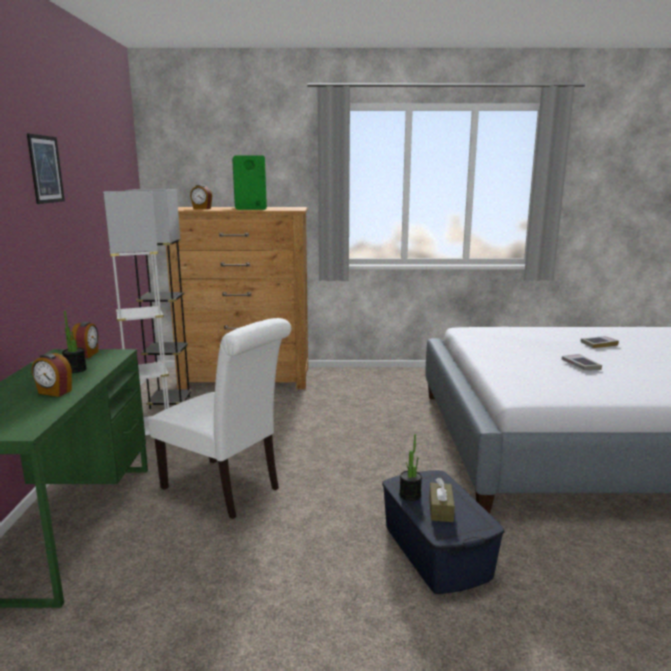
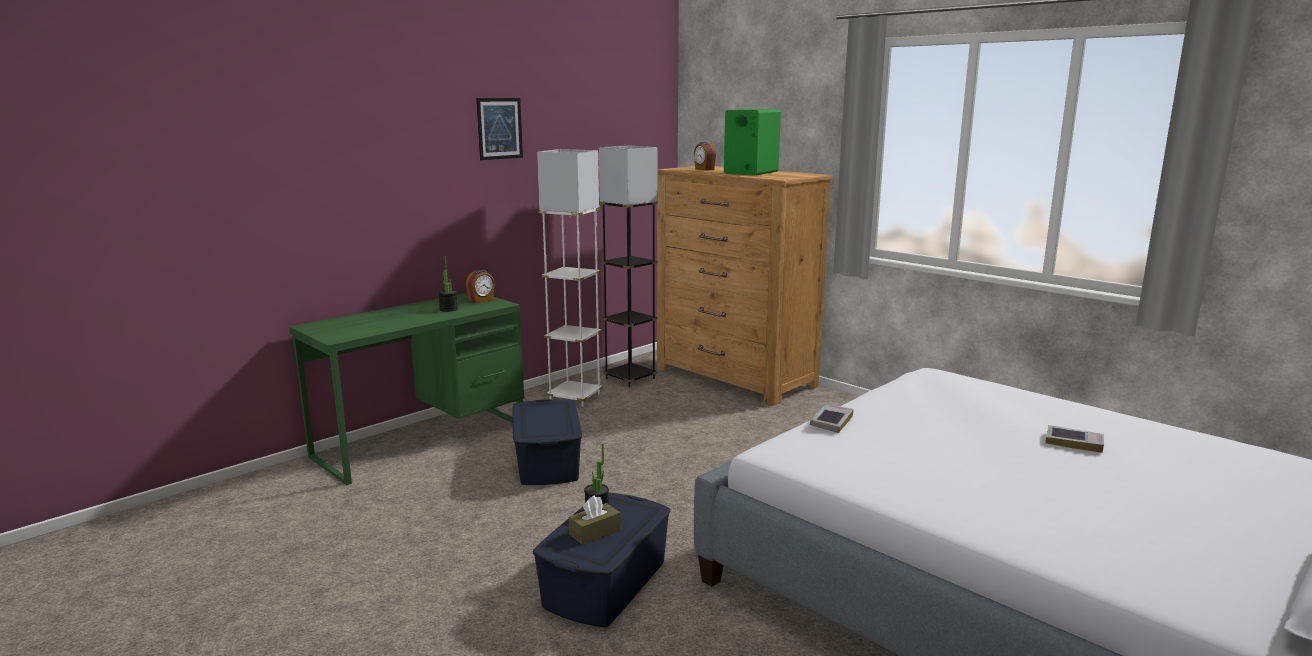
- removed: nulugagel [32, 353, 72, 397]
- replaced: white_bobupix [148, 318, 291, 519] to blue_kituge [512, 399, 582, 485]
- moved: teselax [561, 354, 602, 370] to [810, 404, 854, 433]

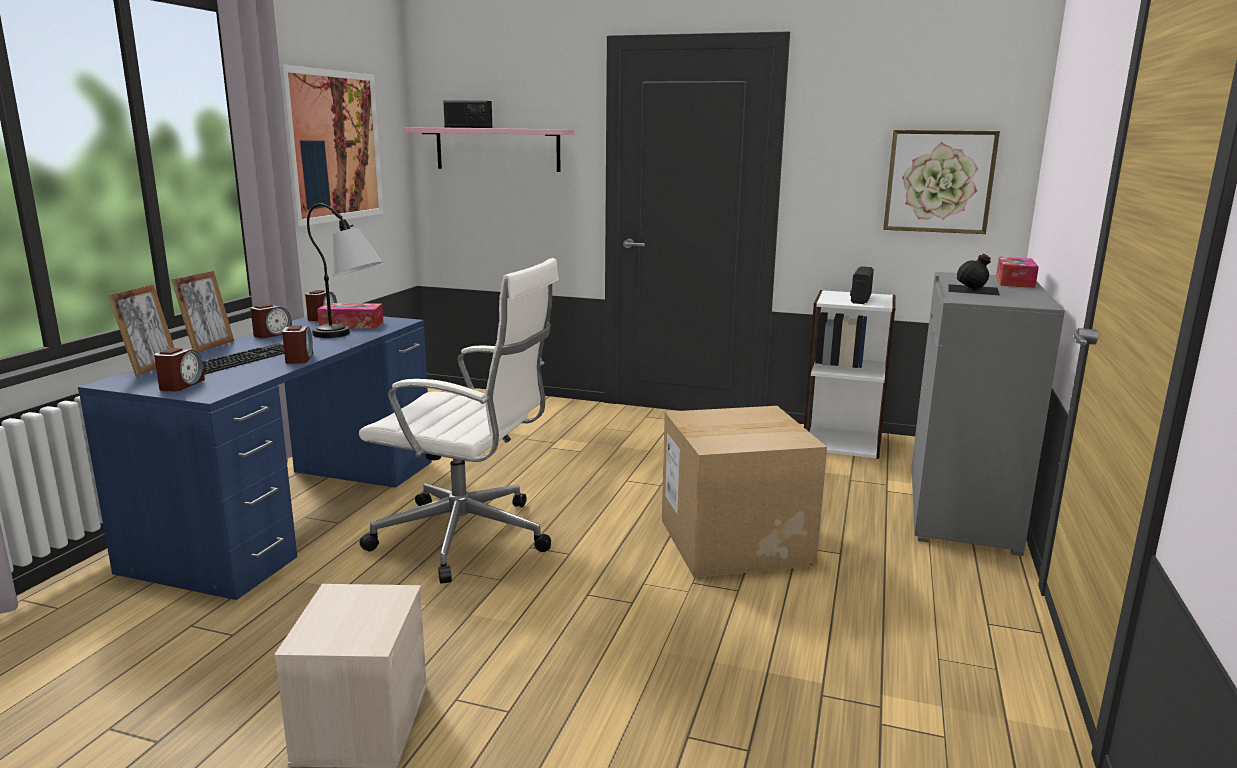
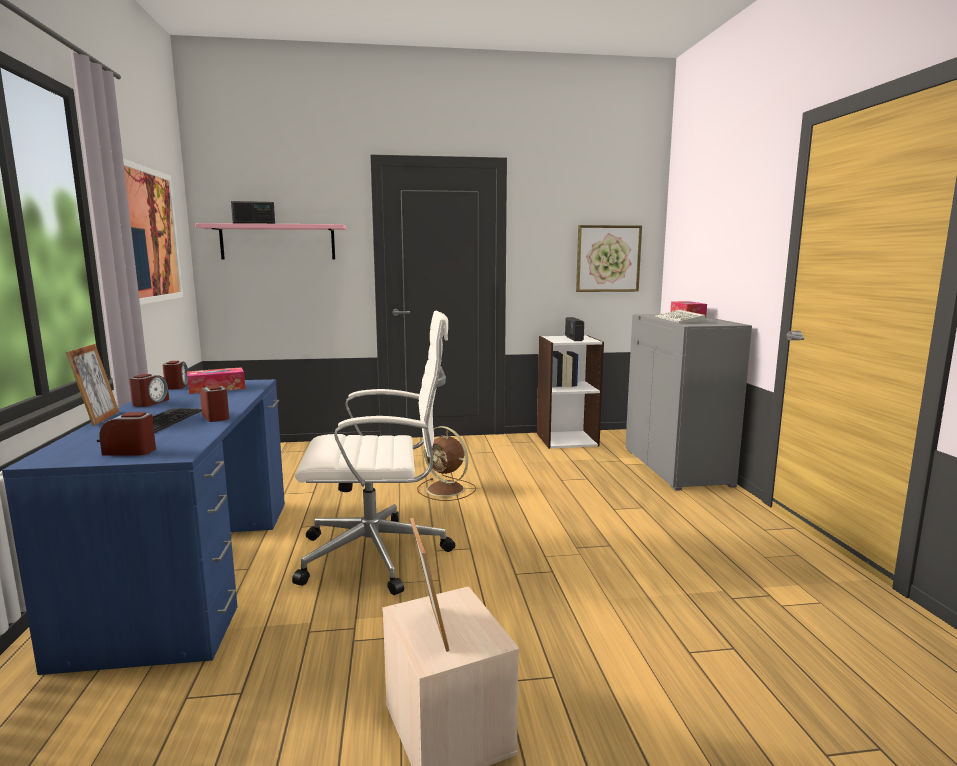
- moved: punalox [108, 284, 175, 376] to [410, 518, 449, 652]
- turned: nulugagel [154, 348, 205, 391] = [99, 412, 156, 456] 75 degrees counterclockwise
- removed: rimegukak [307, 203, 383, 338]
- removed: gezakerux [662, 406, 827, 578]
- replaced: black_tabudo [949, 254, 1000, 295] to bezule [655, 310, 705, 323]
- added: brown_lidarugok [417, 426, 476, 501]

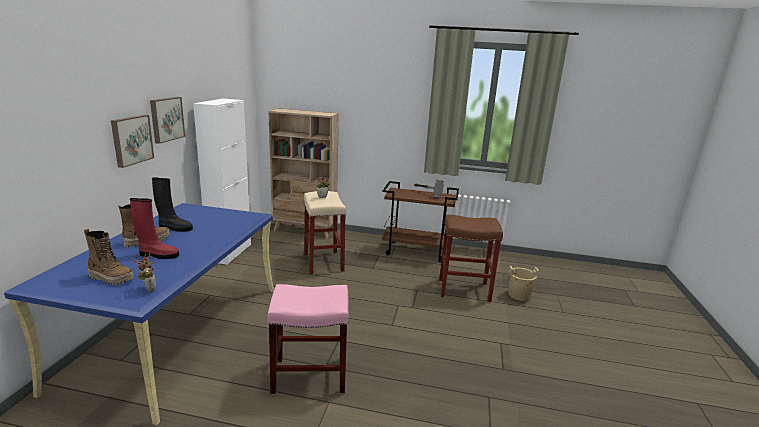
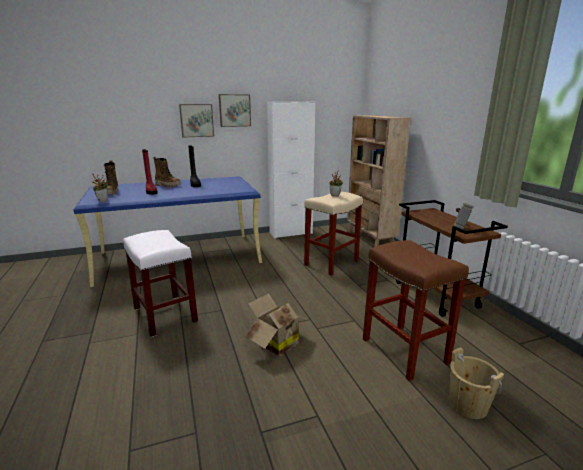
- recoloured: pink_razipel [267, 284, 349, 395] to white_razipel [123, 230, 198, 337]
- added: gezakerux [245, 293, 307, 356]

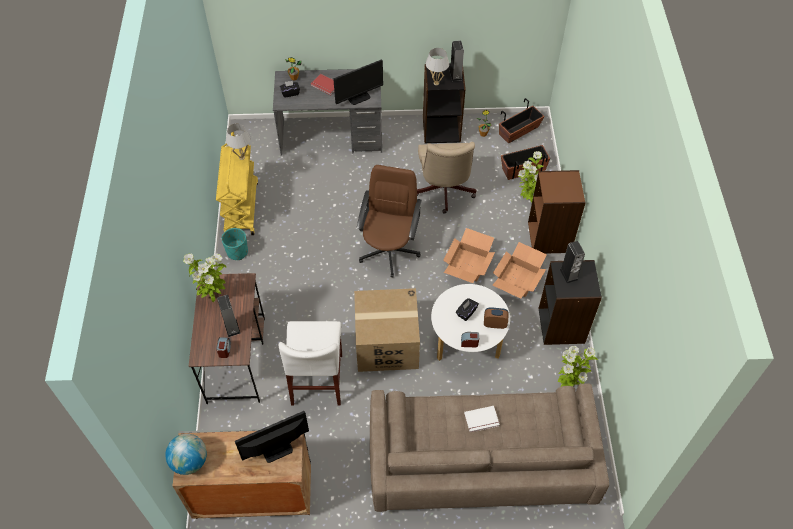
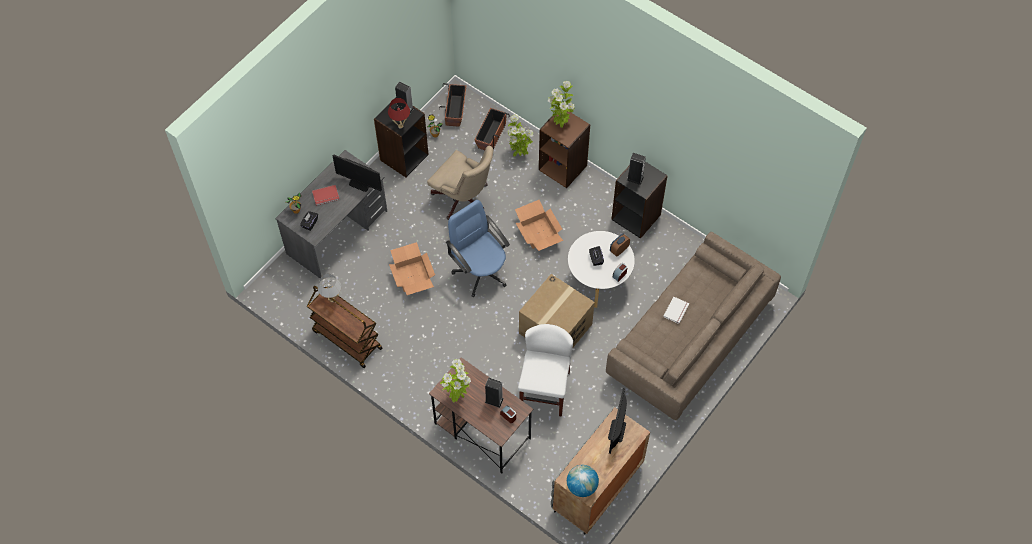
- recoloured: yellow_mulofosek [216, 132, 258, 235] to brown_mulofosek [307, 286, 383, 368]
- removed: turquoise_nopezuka [221, 228, 248, 260]
- turned: white_bobupix [279, 321, 342, 406] = [518, 324, 573, 417] 120 degrees counterclockwise
- turned: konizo [333, 59, 383, 105] = [333, 154, 382, 192] 105 degrees clockwise
- recoloured: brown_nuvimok [357, 165, 422, 278] to blue_nuvimok [446, 200, 510, 297]
- recoloured: white_rimegukak [426, 48, 449, 85] to red_rimegukak [388, 98, 410, 128]
- moved: gezakerux [493, 242, 547, 299] to [389, 242, 435, 295]
- moved: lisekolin [558, 346, 598, 387] to [548, 81, 575, 128]

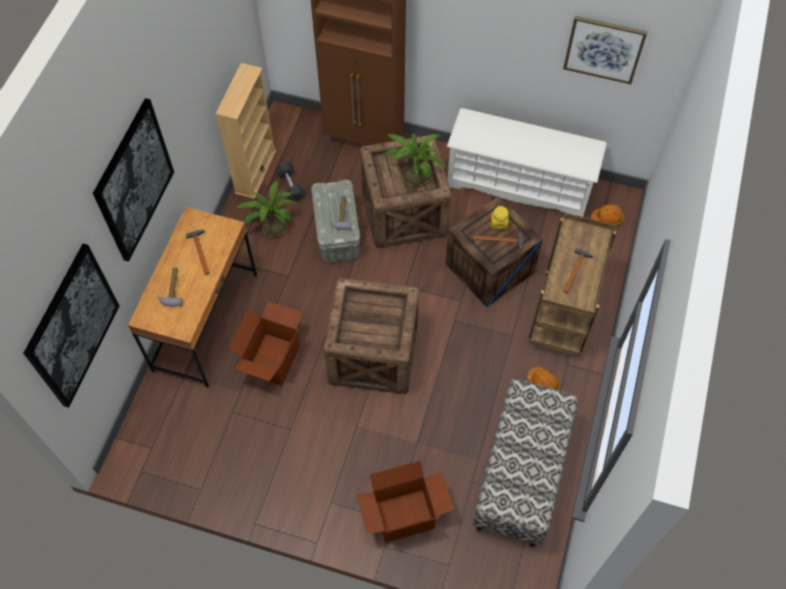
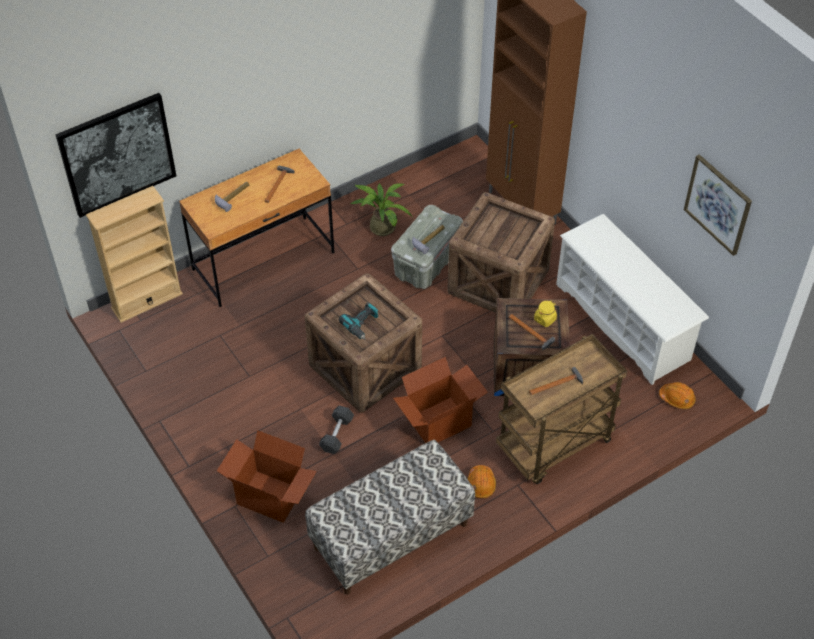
- removed: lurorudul [93, 98, 174, 262]
- moved: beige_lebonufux [215, 63, 276, 199] to [86, 186, 183, 323]
- moved: gezakerux [229, 301, 302, 386] to [393, 357, 488, 443]
- moved: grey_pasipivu [275, 162, 305, 201] to [319, 406, 354, 454]
- removed: lisekolin [383, 133, 448, 187]
- added: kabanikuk [339, 302, 378, 339]

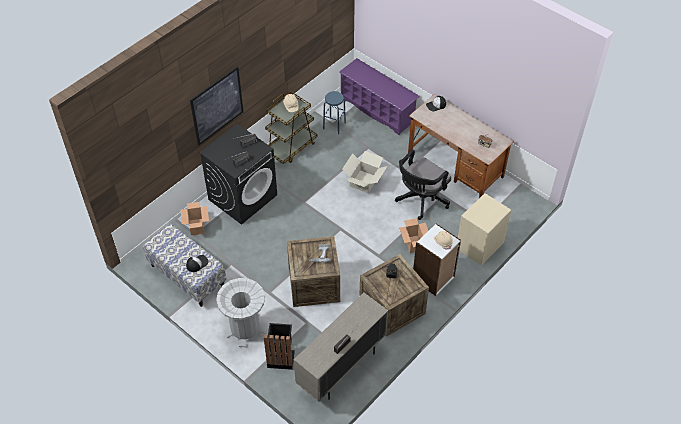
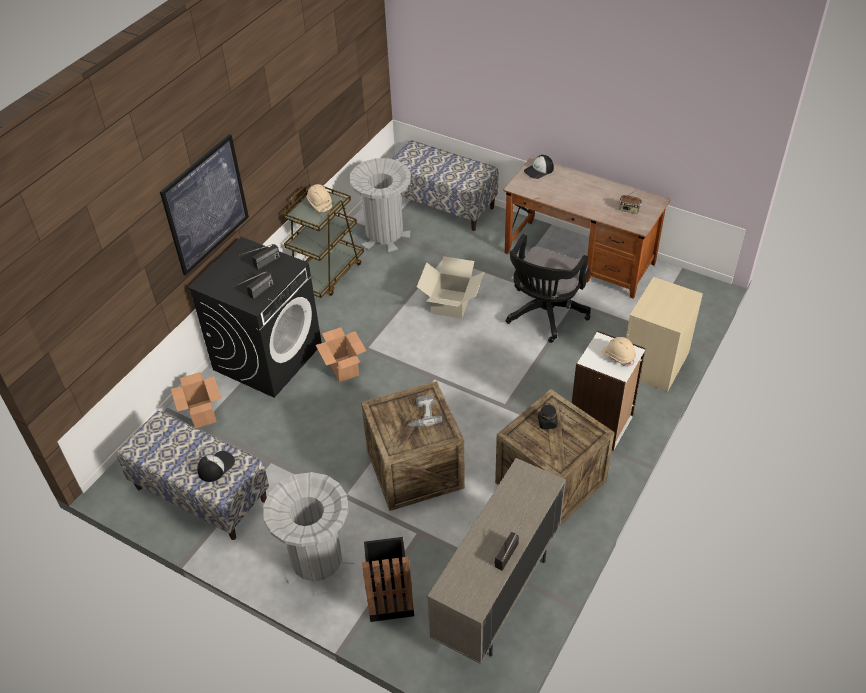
- replaced: blue_razipel [323, 91, 346, 134] to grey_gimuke [349, 158, 411, 252]
- replaced: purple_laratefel [339, 58, 420, 136] to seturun [391, 140, 499, 231]
- moved: gezakerux [399, 218, 428, 253] to [316, 327, 367, 382]

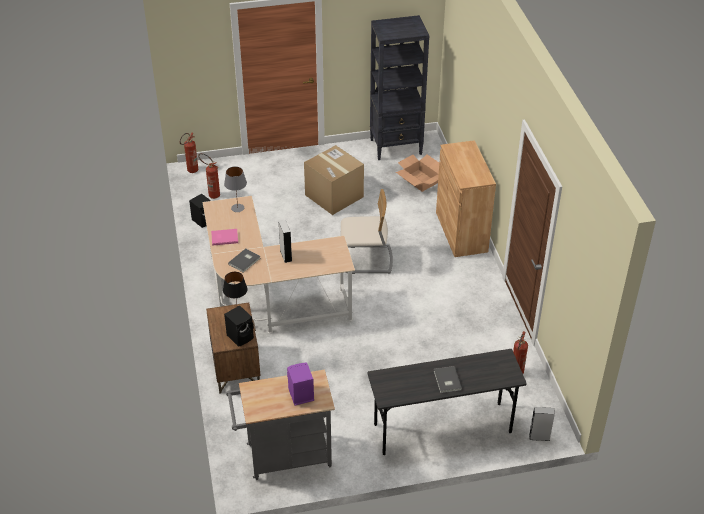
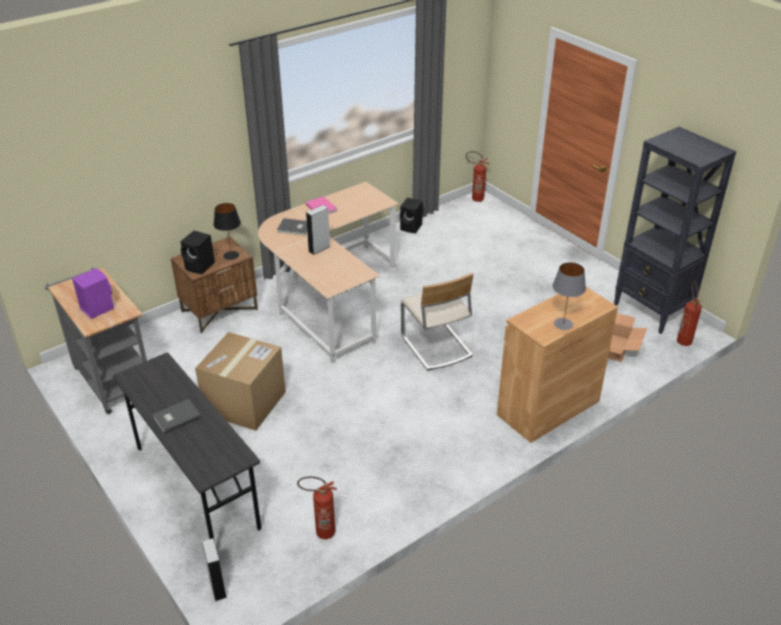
- moved: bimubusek [198, 153, 220, 199] to [677, 280, 702, 346]
- moved: grey_rimegukak [224, 166, 247, 212] to [552, 262, 586, 330]
- moved: gezakerux [304, 145, 364, 215] to [195, 332, 286, 431]

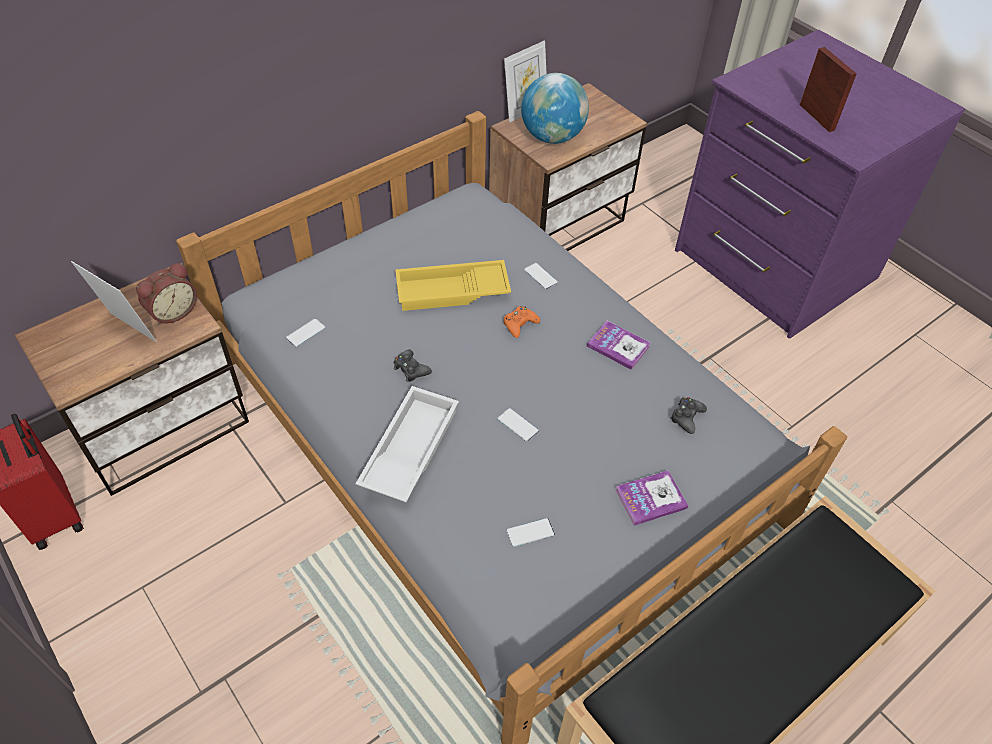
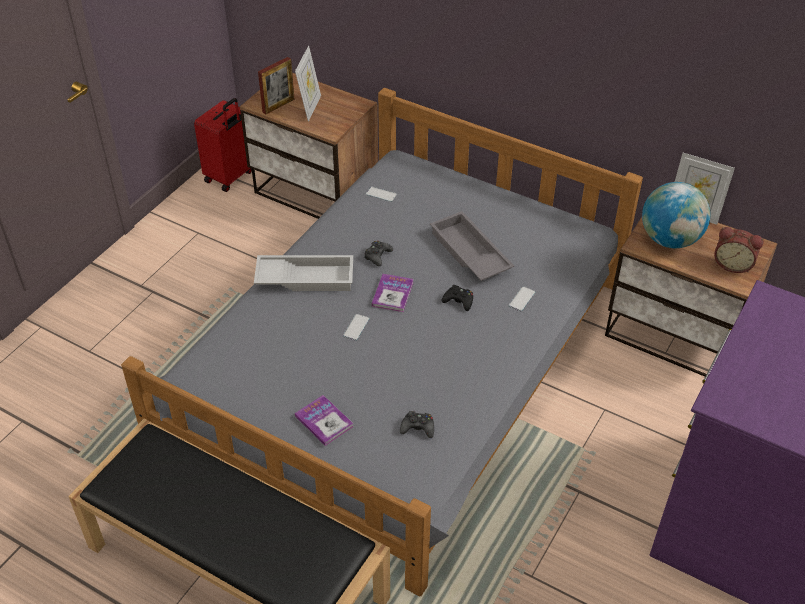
- moved: nulugagel [136, 263, 197, 325] to [714, 227, 764, 273]
- recoloured: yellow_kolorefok [395, 260, 511, 311] to grey_kolorefok [430, 211, 514, 281]
- recoloured: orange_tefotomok [504, 306, 540, 338] to black_tefotomok [442, 285, 473, 311]
- removed: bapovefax [506, 518, 555, 547]
- moved: teselax [587, 321, 650, 370] to [372, 274, 414, 312]
- moved: punalox [800, 47, 857, 132] to [258, 57, 295, 115]

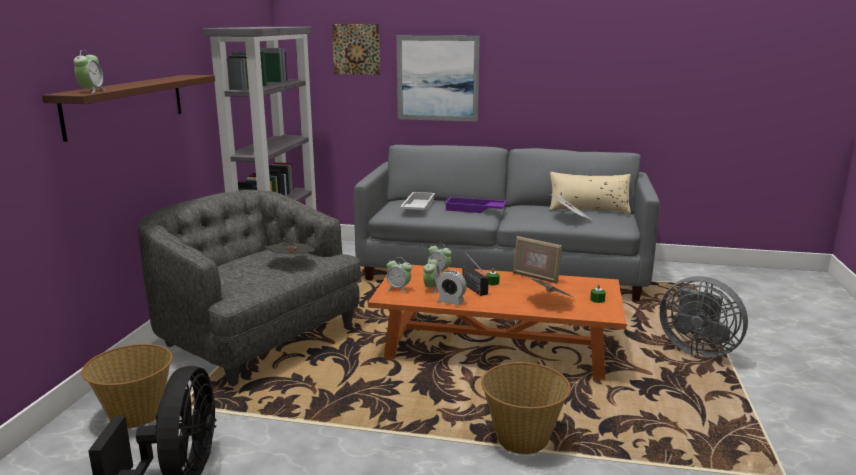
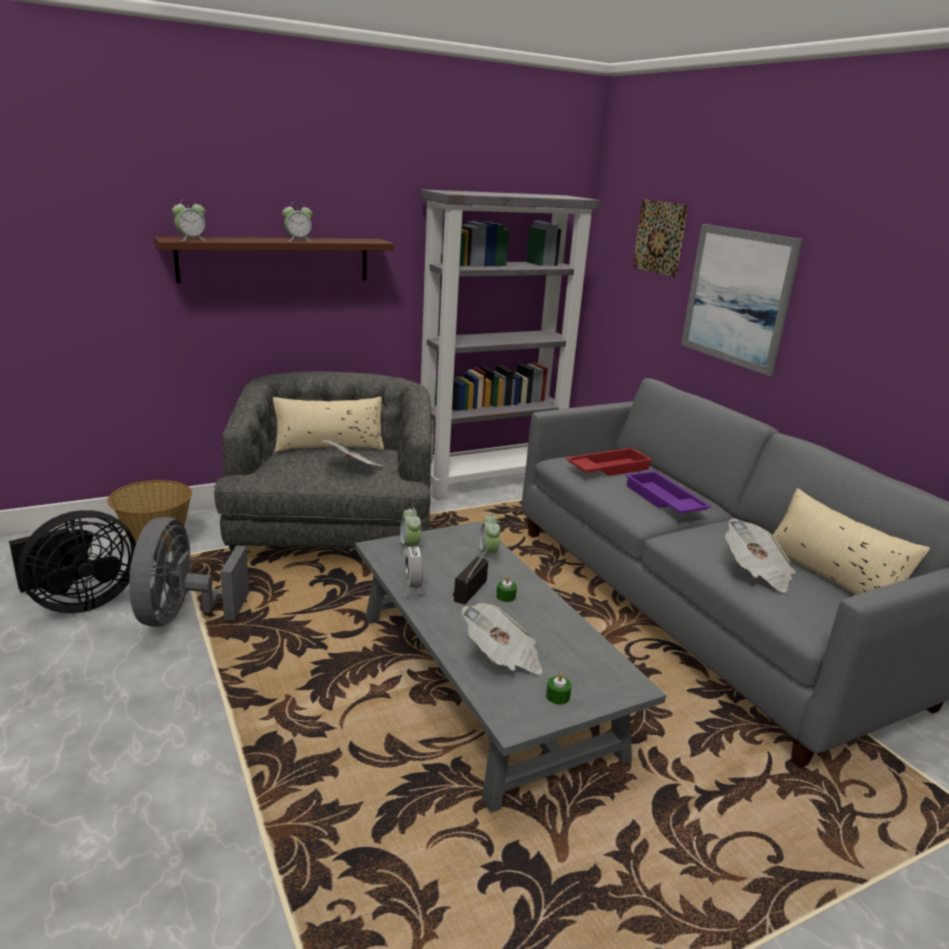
- recoloured: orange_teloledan [368, 265, 626, 380] to grey_teloledan [355, 521, 666, 813]
- recoloured: white_kolorefok [400, 192, 435, 210] to red_kolorefok [566, 448, 653, 476]
- moved: nulugagel [423, 257, 440, 293] to [282, 202, 312, 242]
- removed: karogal [481, 362, 571, 454]
- removed: punalox [513, 236, 562, 284]
- moved: grey_lidarugok [660, 276, 748, 358] to [129, 517, 249, 627]
- added: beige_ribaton [273, 397, 384, 452]

